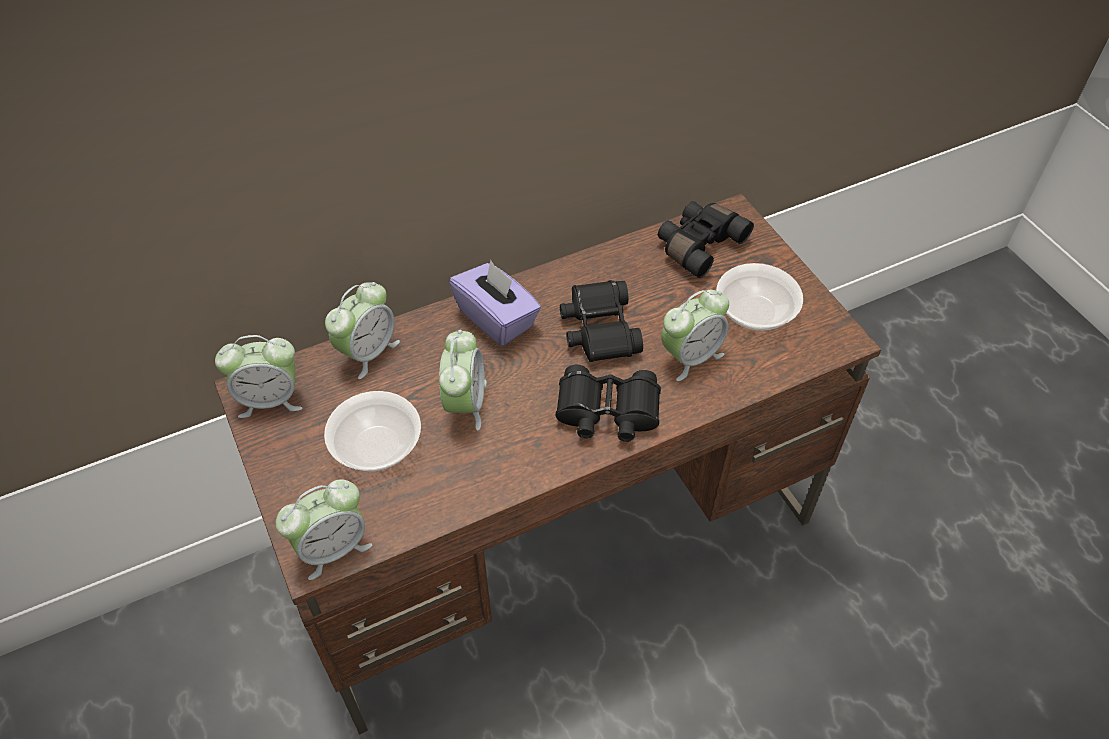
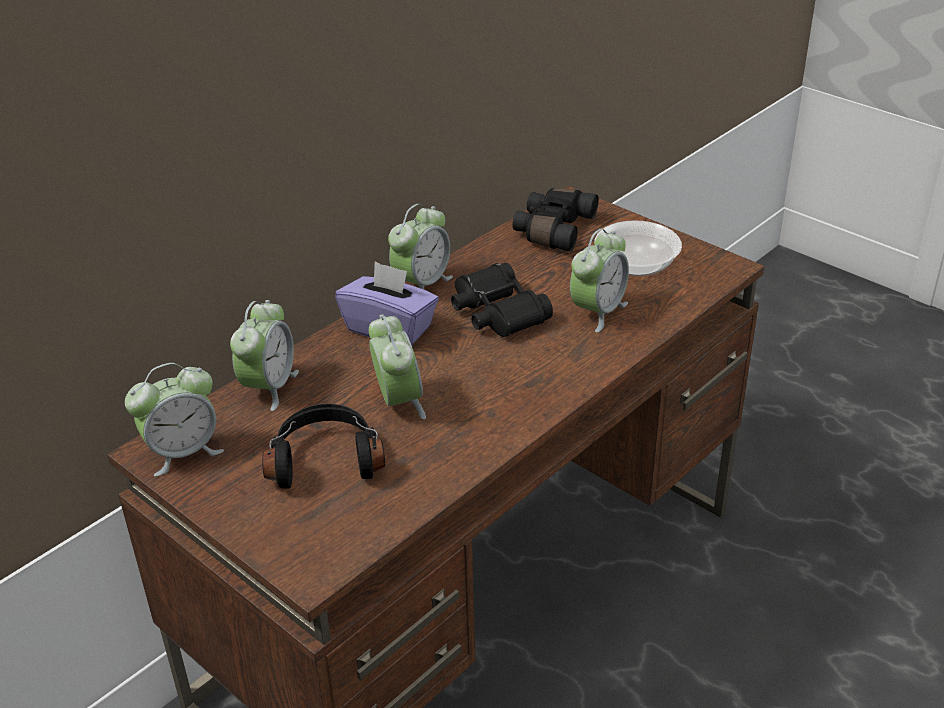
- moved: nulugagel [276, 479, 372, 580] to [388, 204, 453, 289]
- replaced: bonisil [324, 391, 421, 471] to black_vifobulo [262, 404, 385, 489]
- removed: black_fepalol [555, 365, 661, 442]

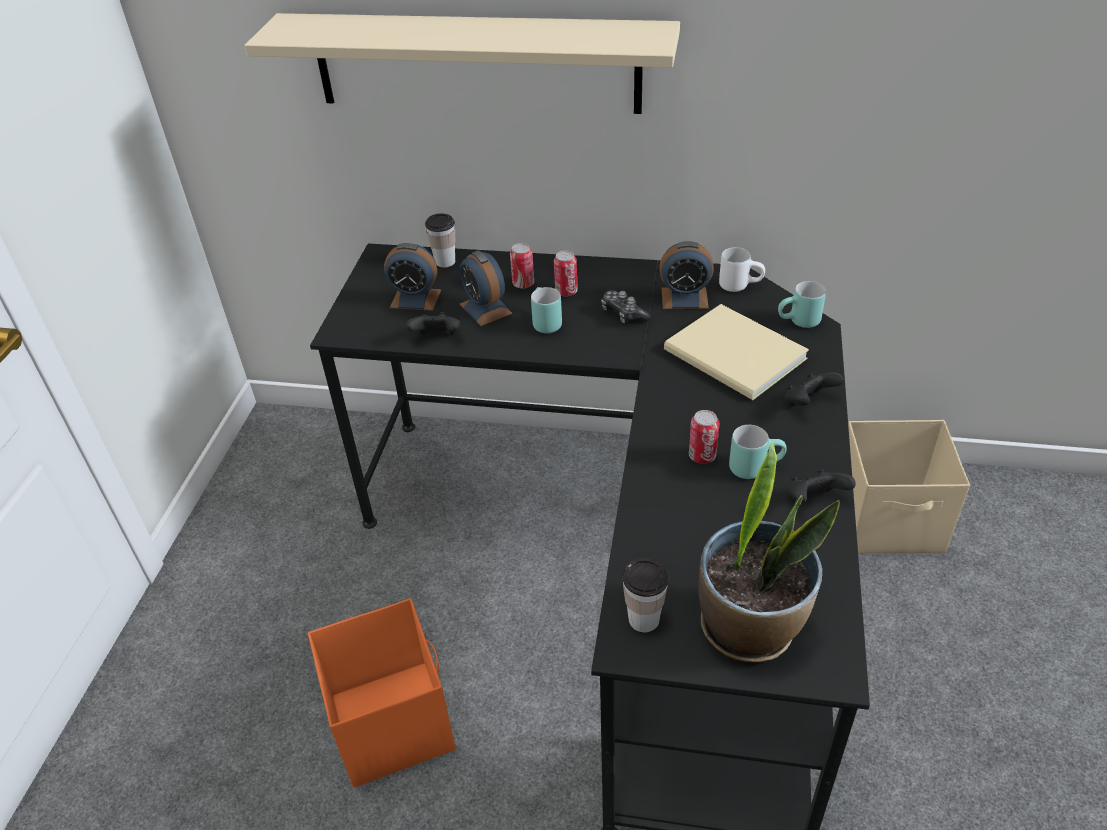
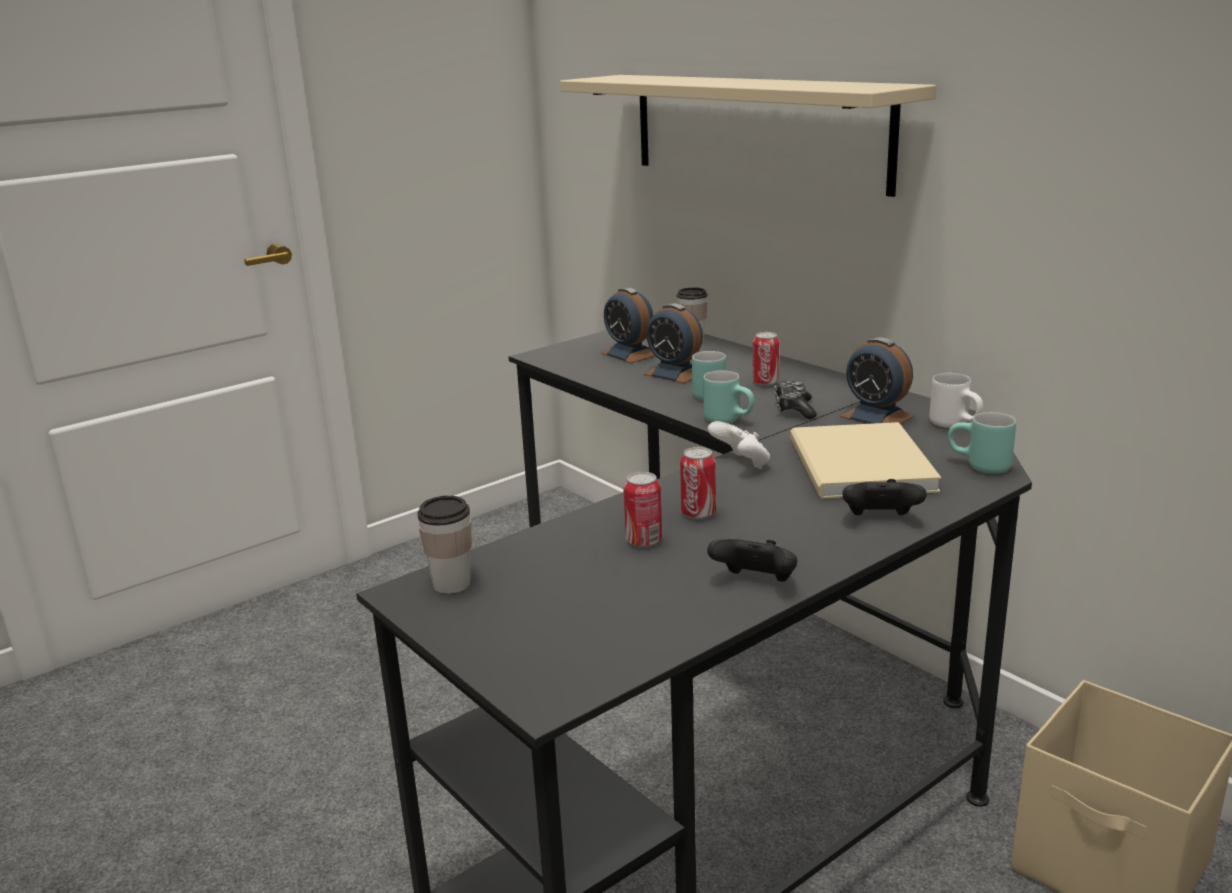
- removed: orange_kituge [308, 598, 456, 788]
- removed: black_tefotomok [406, 312, 460, 335]
- turned: nulugagel [460, 251, 512, 326] = [644, 303, 703, 383] 60 degrees counterclockwise
- moved: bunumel [510, 243, 534, 289] to [623, 472, 662, 547]
- removed: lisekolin [699, 441, 840, 663]
- moved: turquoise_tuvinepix [729, 425, 787, 479] to [703, 370, 754, 423]
- added: white_tefotomok [708, 421, 770, 469]

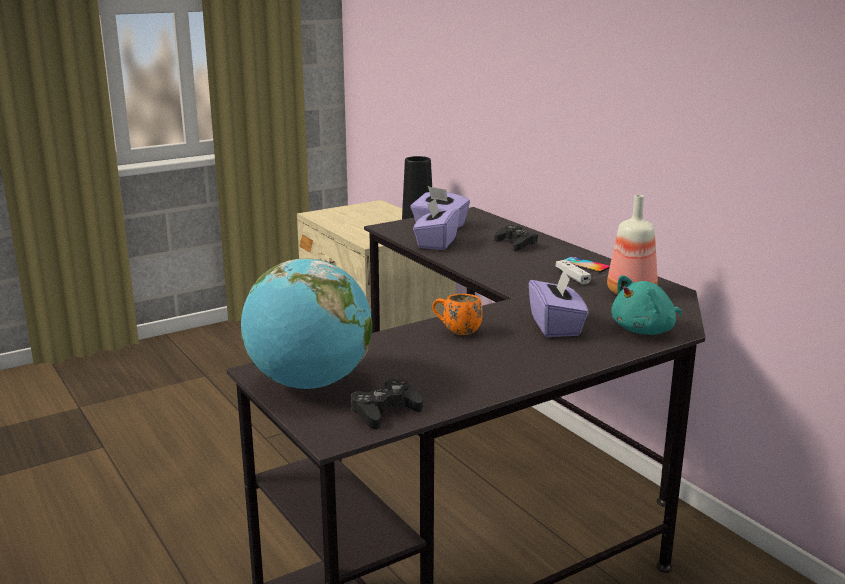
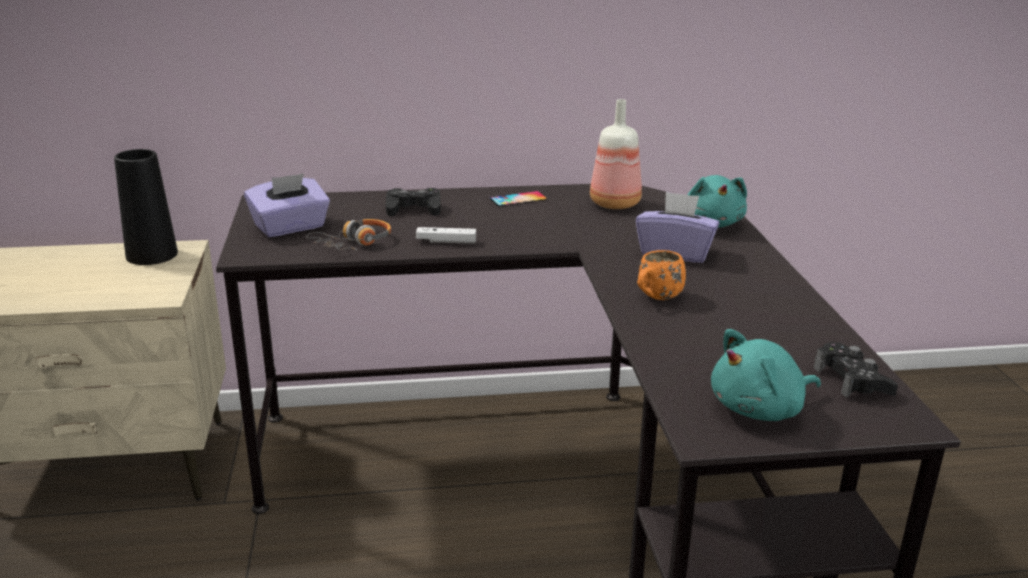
- replaced: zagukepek [241, 258, 373, 389] to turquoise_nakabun [711, 329, 821, 421]
- replaced: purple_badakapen [413, 198, 460, 250] to vifobulo [306, 219, 391, 250]
- moved: white_tefotomok [556, 260, 591, 284] to [416, 227, 476, 244]

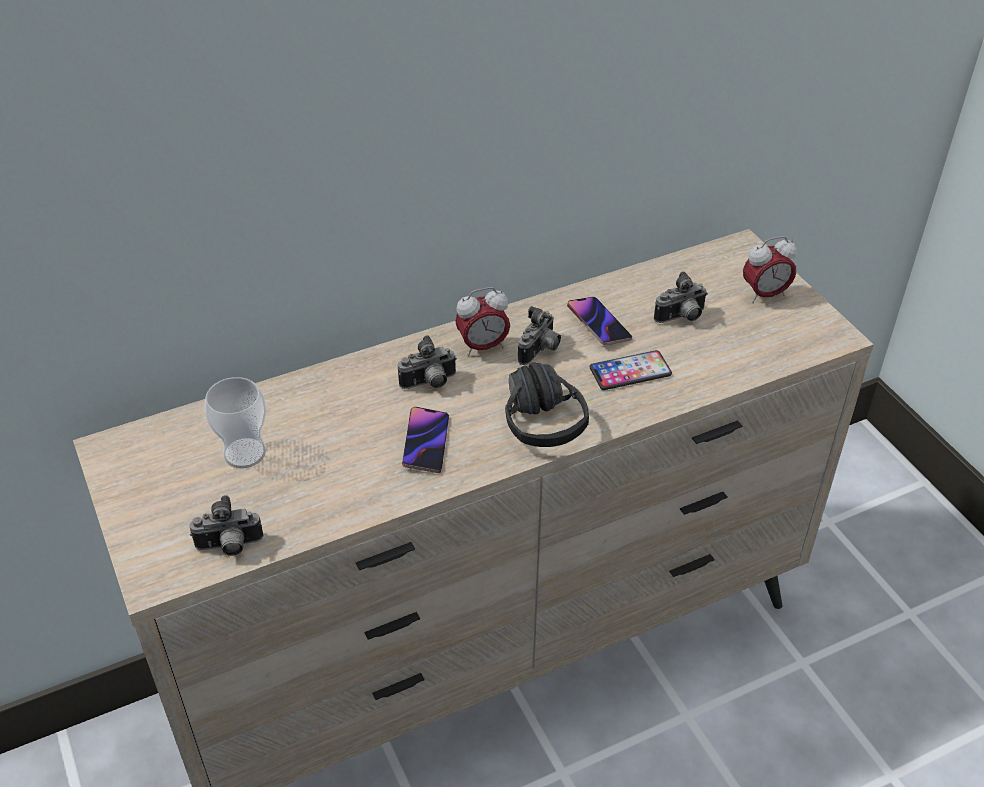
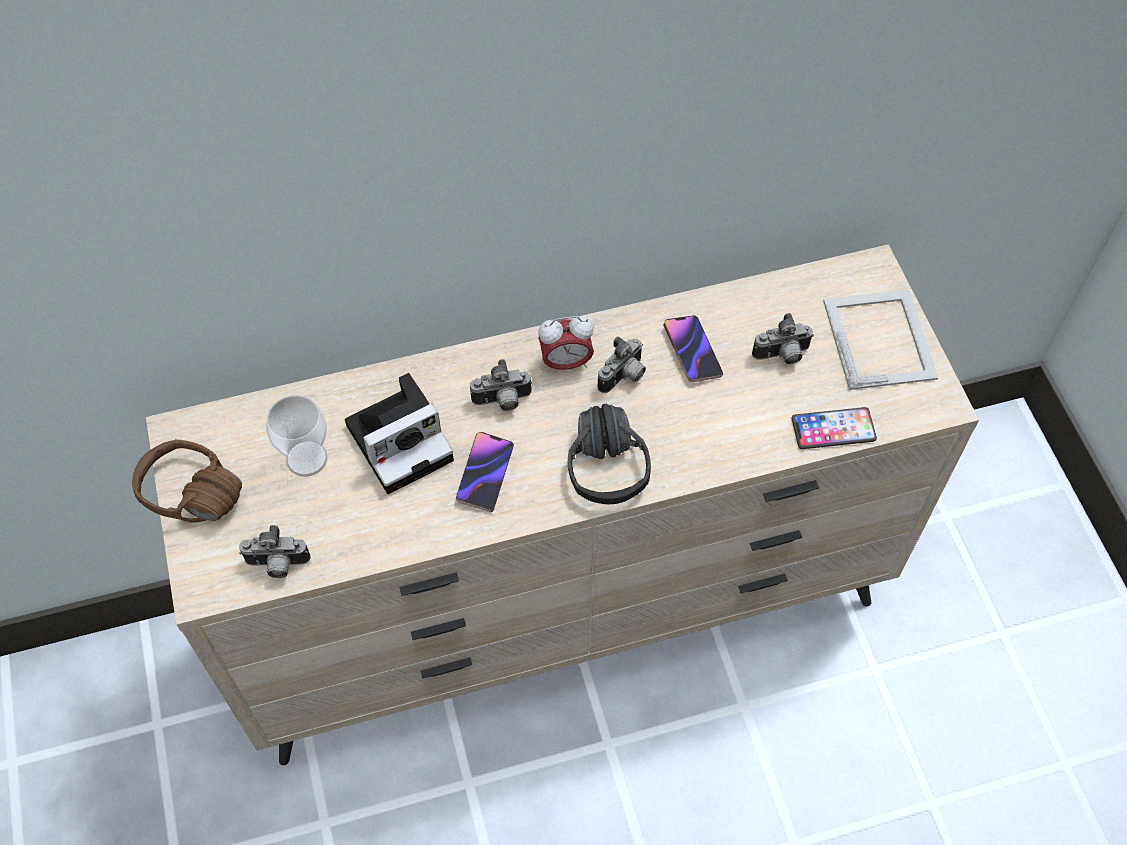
- moved: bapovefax [590, 350, 672, 390] to [791, 407, 877, 449]
- replaced: nulugagel [743, 236, 797, 303] to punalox [823, 289, 938, 390]
- added: brown_vifobulo [132, 439, 242, 522]
- added: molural [345, 373, 454, 494]

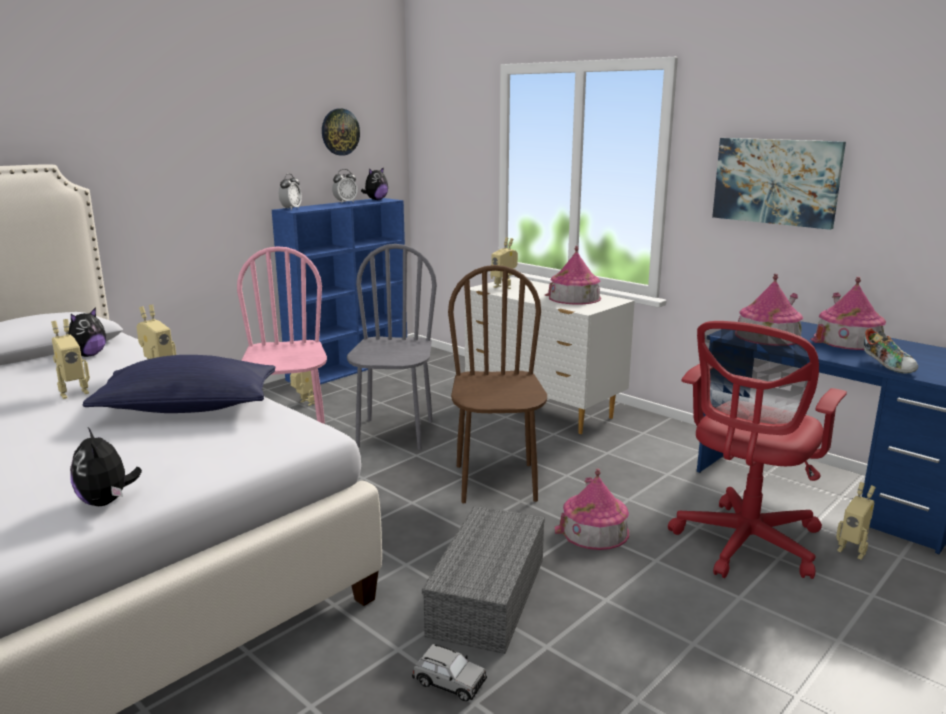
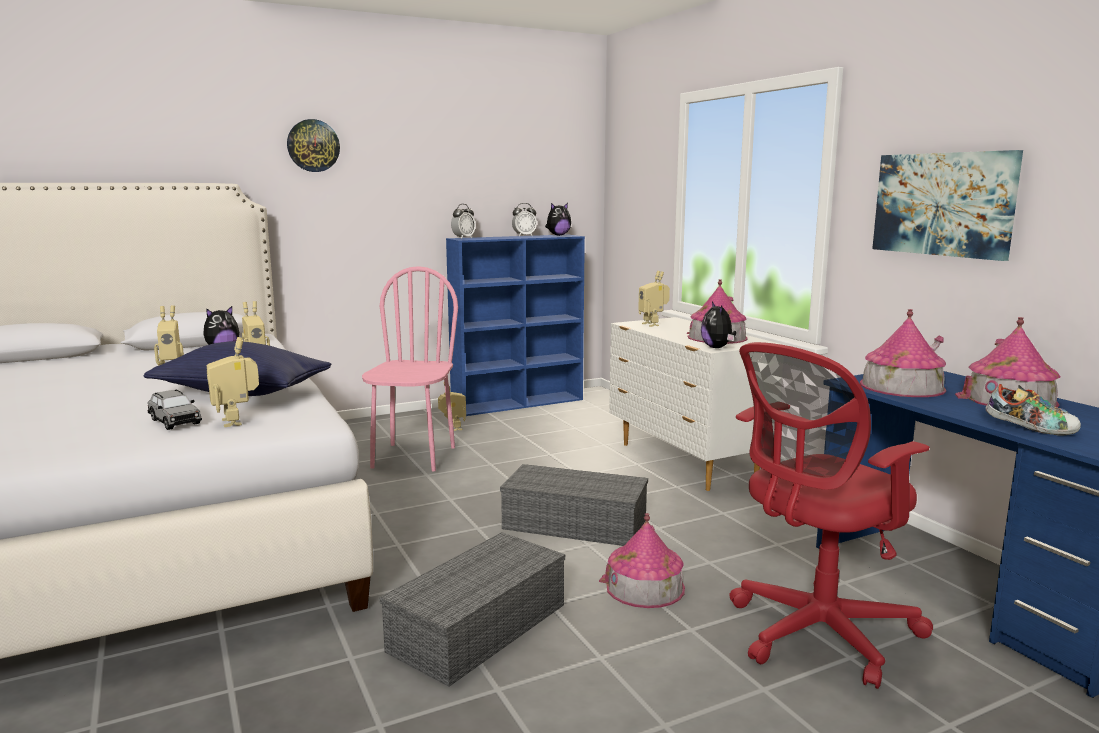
- moved: nakabun [70, 426, 142, 506] to [701, 302, 736, 348]
- moved: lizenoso [322, 109, 360, 156] to [287, 119, 340, 172]
- removed: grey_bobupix [347, 244, 437, 450]
- moved: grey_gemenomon [412, 644, 487, 701] to [147, 389, 202, 430]
- replaced: brown_bobupix [448, 265, 547, 503] to grey_kituge [500, 464, 648, 546]
- moved: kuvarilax [836, 482, 876, 560] to [207, 337, 259, 427]
- turned: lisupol [864, 328, 918, 373] = [986, 384, 1081, 436] 60 degrees counterclockwise

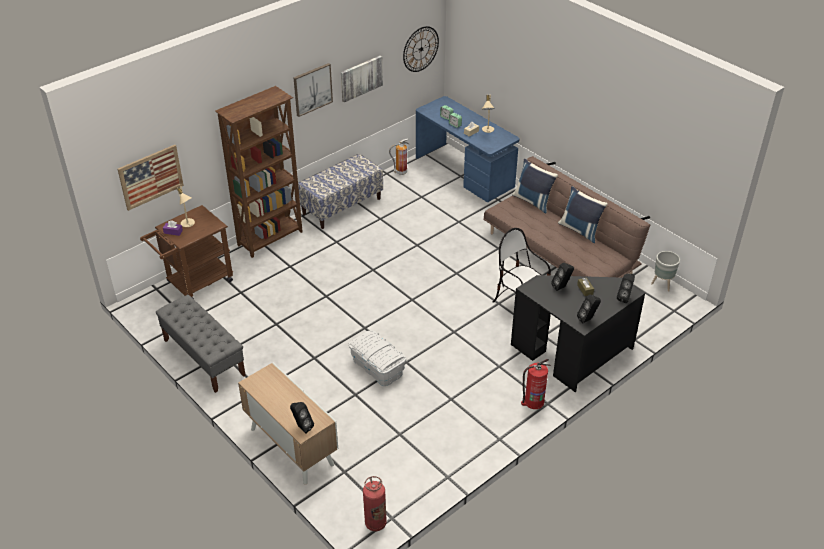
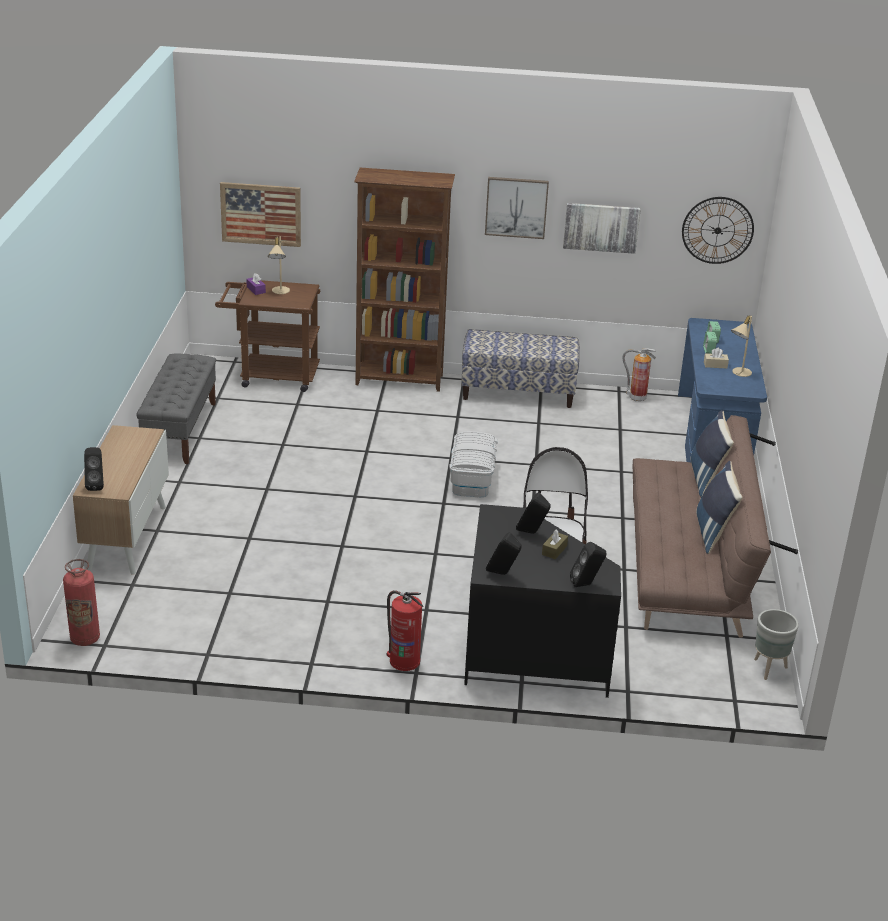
- moved: white_kituge [349, 330, 406, 386] to [449, 431, 498, 497]

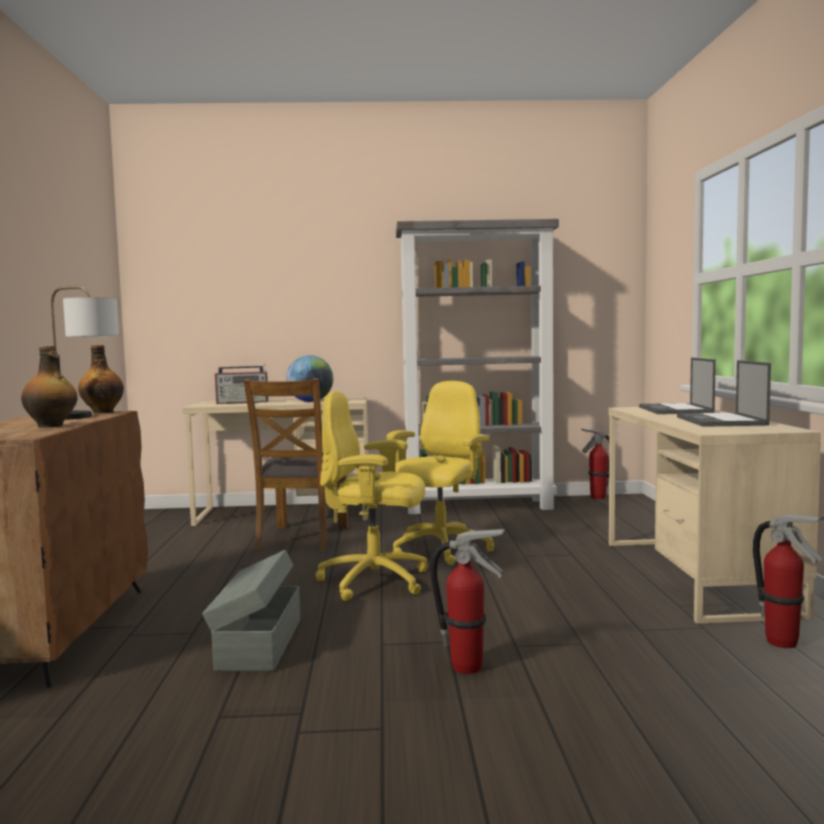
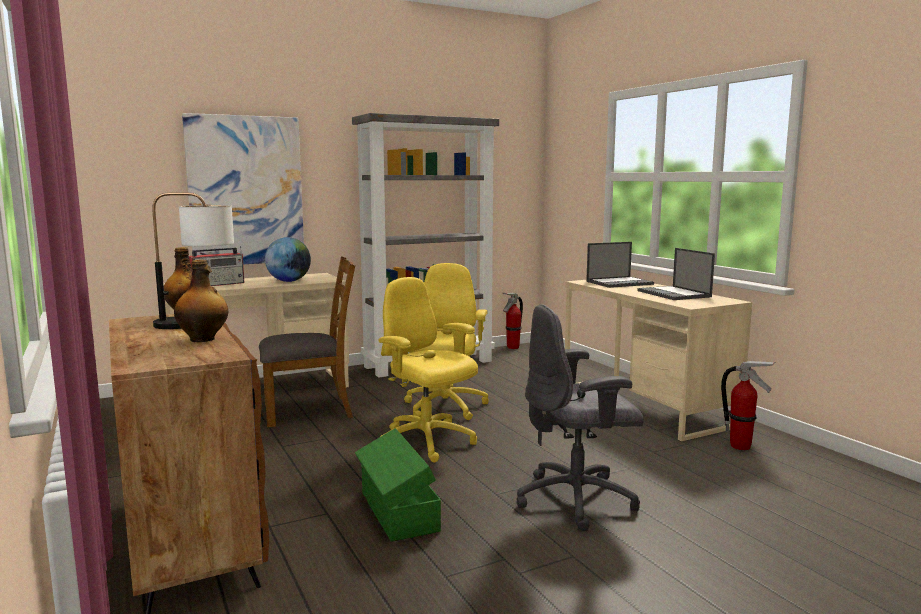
- recoloured: grey_kituge [202, 550, 300, 671] to green_kituge [355, 428, 441, 542]
- turned: brown_bobupix [244, 378, 348, 551] = [259, 256, 355, 427] 90 degrees counterclockwise
- turned: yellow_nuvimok [316, 391, 428, 601] = [378, 277, 478, 462] 60 degrees clockwise
- replaced: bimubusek [431, 528, 505, 674] to grey_nuvimok [517, 304, 644, 531]
- turned: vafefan [639, 358, 716, 414] = [586, 242, 654, 288] 90 degrees counterclockwise
- added: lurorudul [182, 113, 304, 264]

